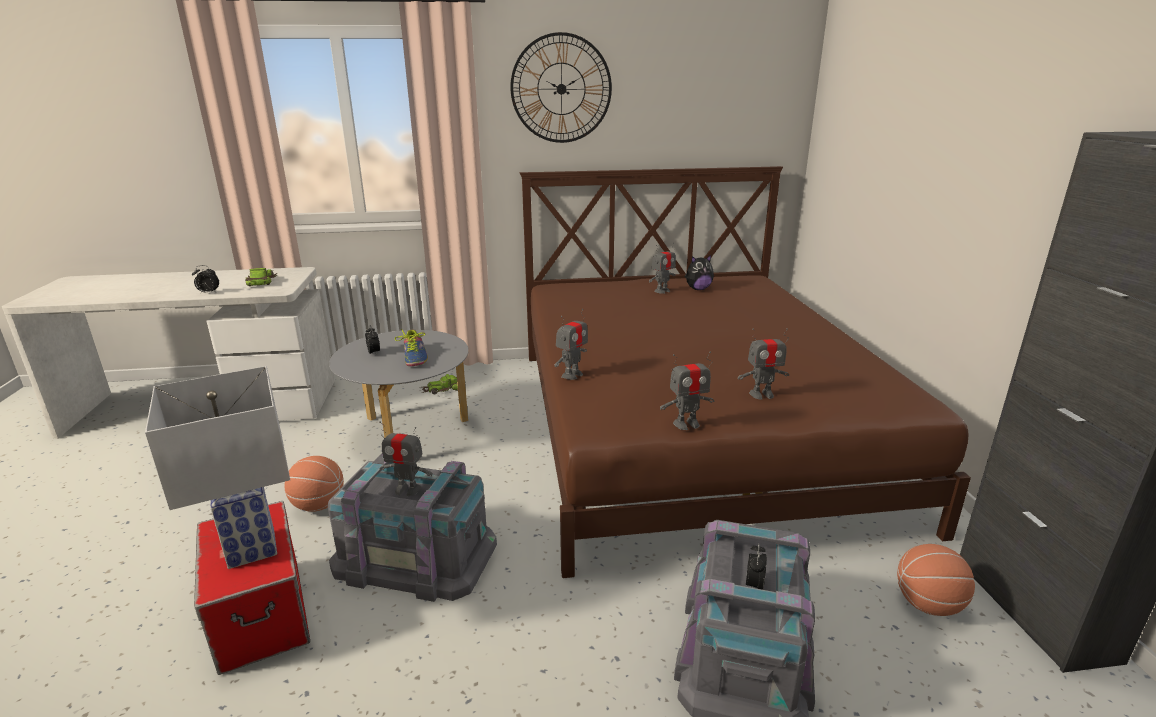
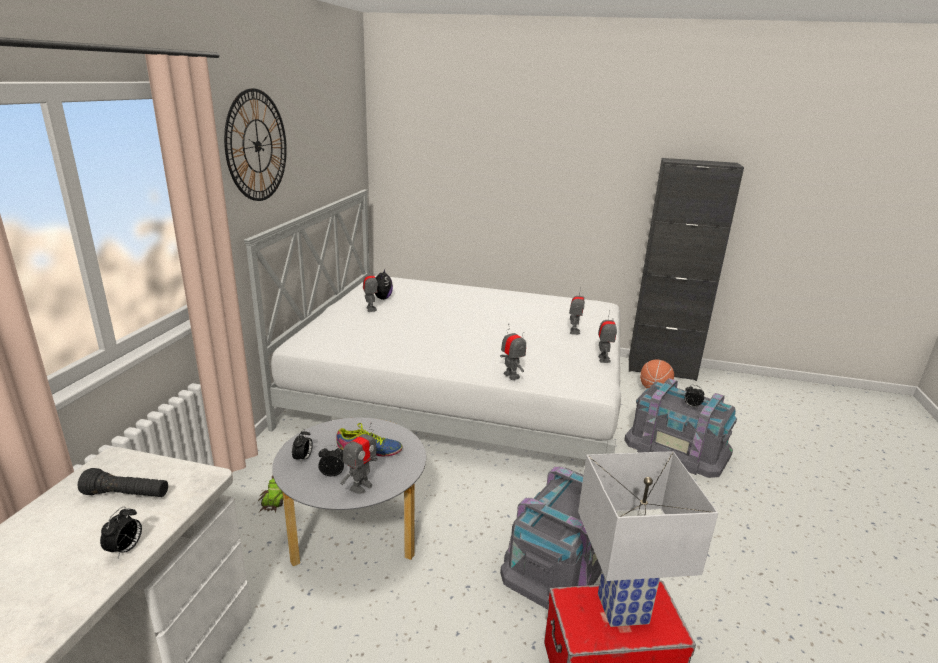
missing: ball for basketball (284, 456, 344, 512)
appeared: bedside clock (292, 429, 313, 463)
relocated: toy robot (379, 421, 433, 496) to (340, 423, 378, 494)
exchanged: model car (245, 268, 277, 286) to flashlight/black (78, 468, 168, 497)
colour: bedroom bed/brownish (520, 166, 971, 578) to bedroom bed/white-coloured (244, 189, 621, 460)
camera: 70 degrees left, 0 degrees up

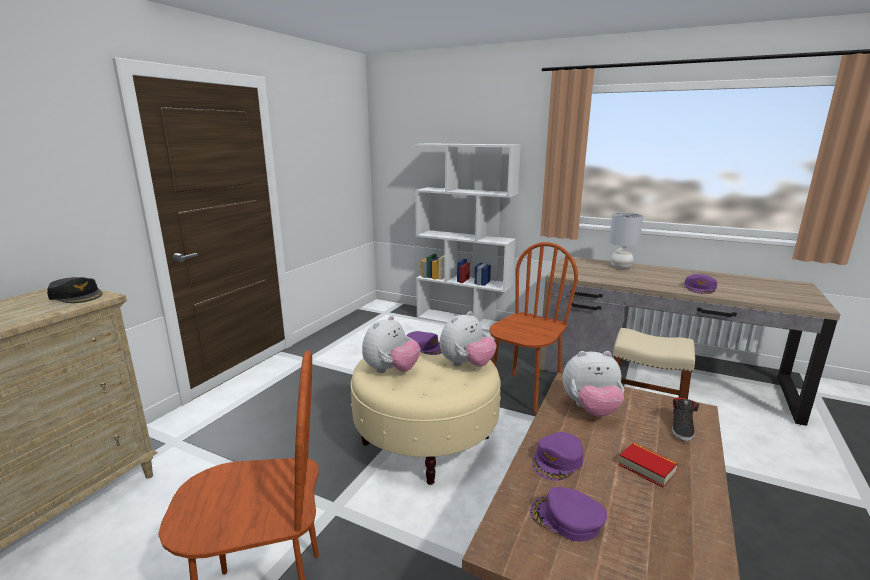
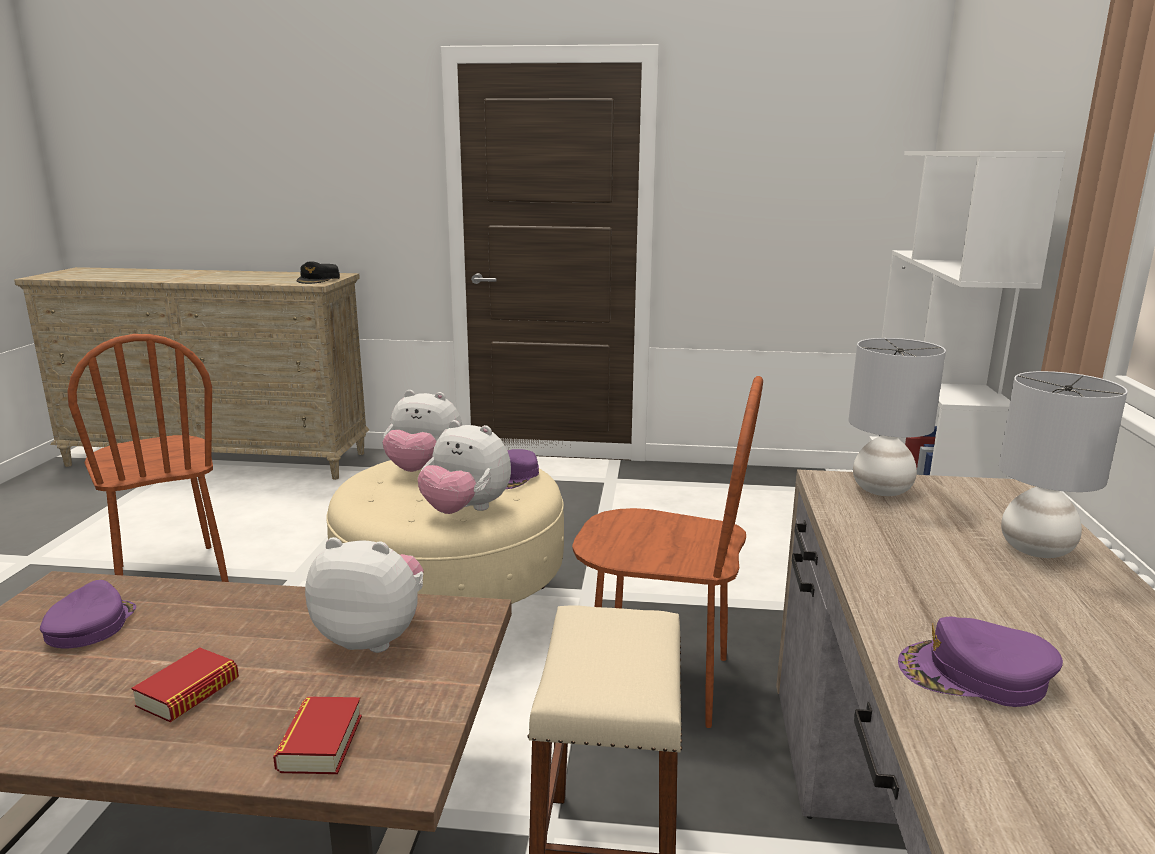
missing: cap/purple (532, 432, 584, 481)
appeared: table lamp/gray (848, 338, 946, 496)
exchanged: shoe/black (672, 397, 699, 441) to volume (273, 696, 362, 774)
spun: cuddly toy (563, 351, 624, 417) = (305, 537, 424, 653) 120 degrees clockwise
camera: 70 degrees right, 0 degrees up

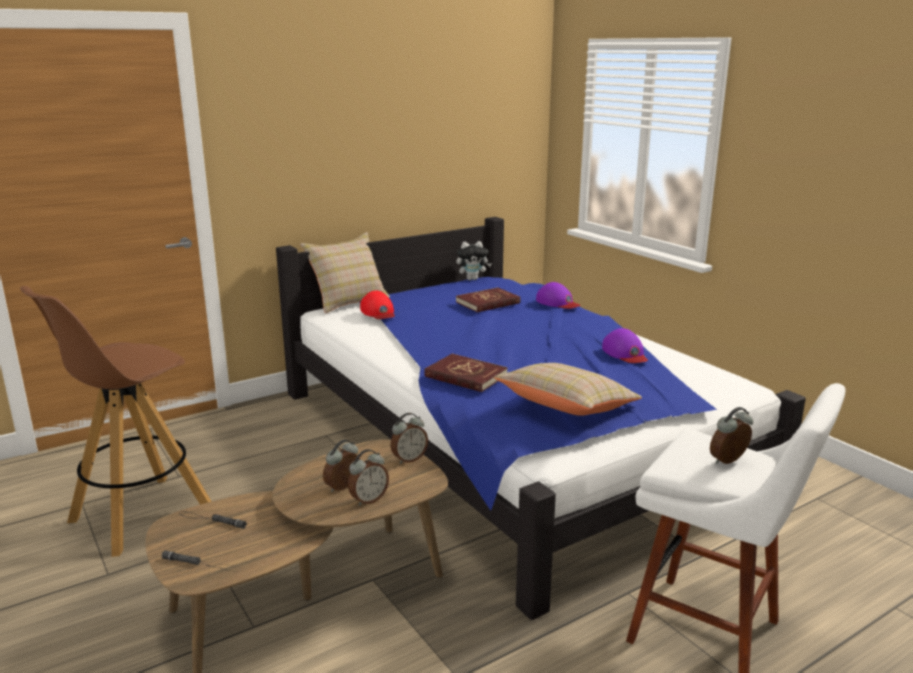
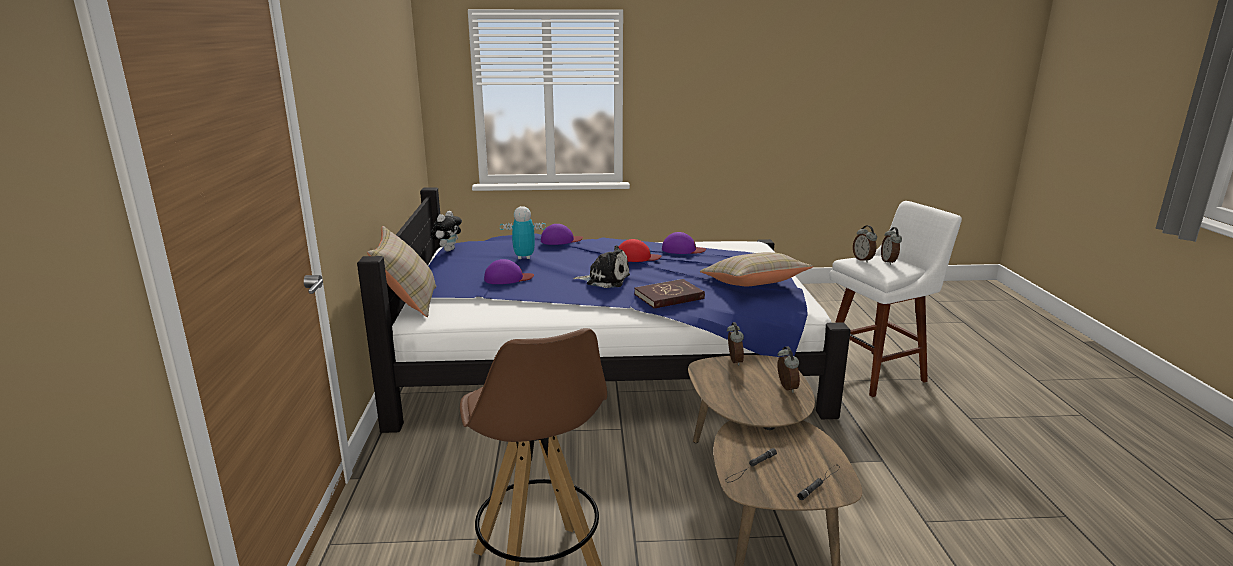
appeared: cap/purple (484, 259, 534, 284); cuddly toy (573, 245, 630, 288)
relocated: cap/red-coloured (360, 290, 395, 319) to (619, 239, 661, 262); bedside clock (323, 440, 360, 492) to (853, 225, 877, 263)
exchanged: volume/red-coloured (456, 288, 520, 312) to toy robot (500, 206, 546, 259)
camera: 60 degrees left, 0 degrees up

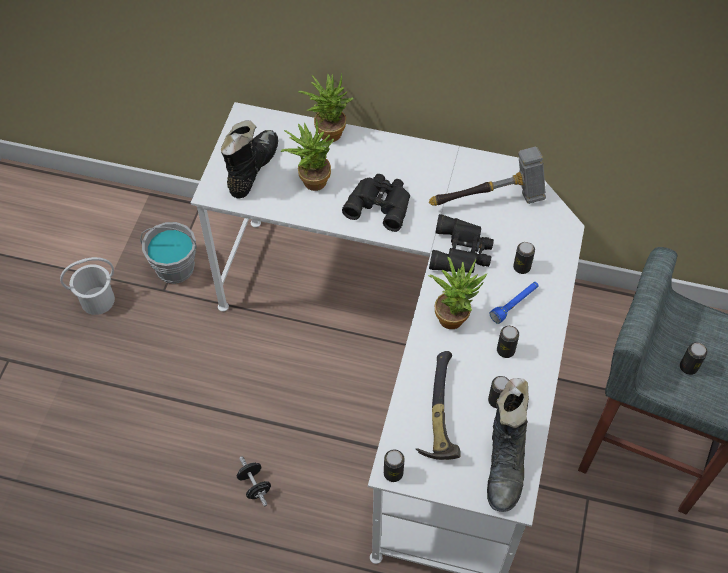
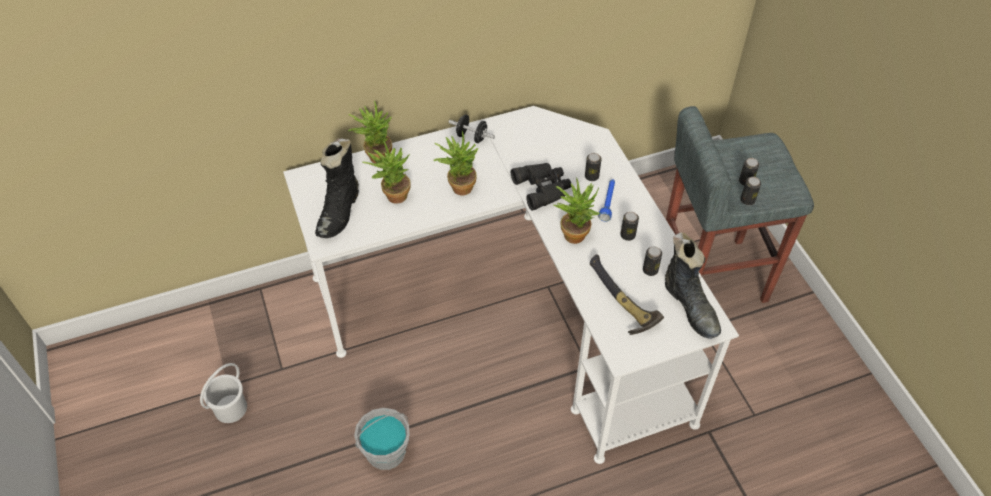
missing: tool hammer (429, 147, 546, 206)
relocated: pail/gray (140, 222, 197, 284) to (354, 408, 410, 470); free weight/black (237, 456, 271, 506) to (449, 115, 495, 143); sealed can (384, 450, 405, 482) to (740, 177, 761, 205)
exchanged: field glasses/black (342, 174, 410, 232) to plant in a pot (433, 130, 478, 196)
spun: high-top boot/black (221, 120, 278, 198) = (315, 138, 359, 238) 150 degrees counterclockwise
camera: 35 degrees left, 5 degrees down

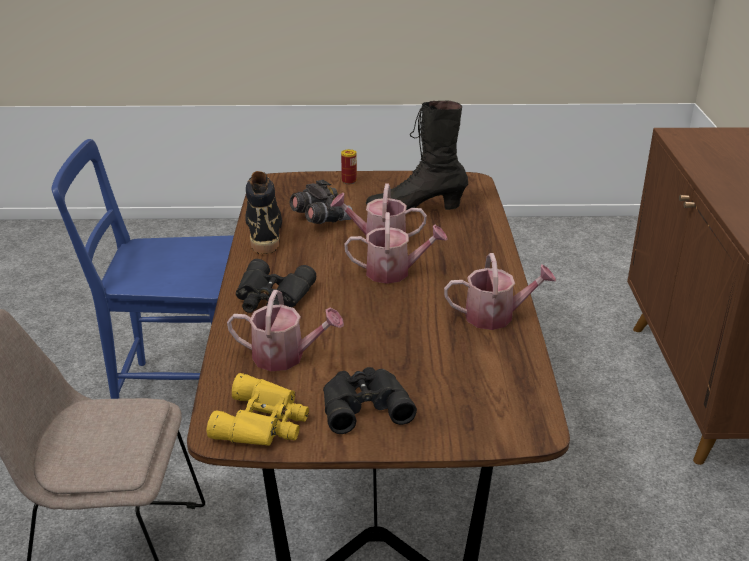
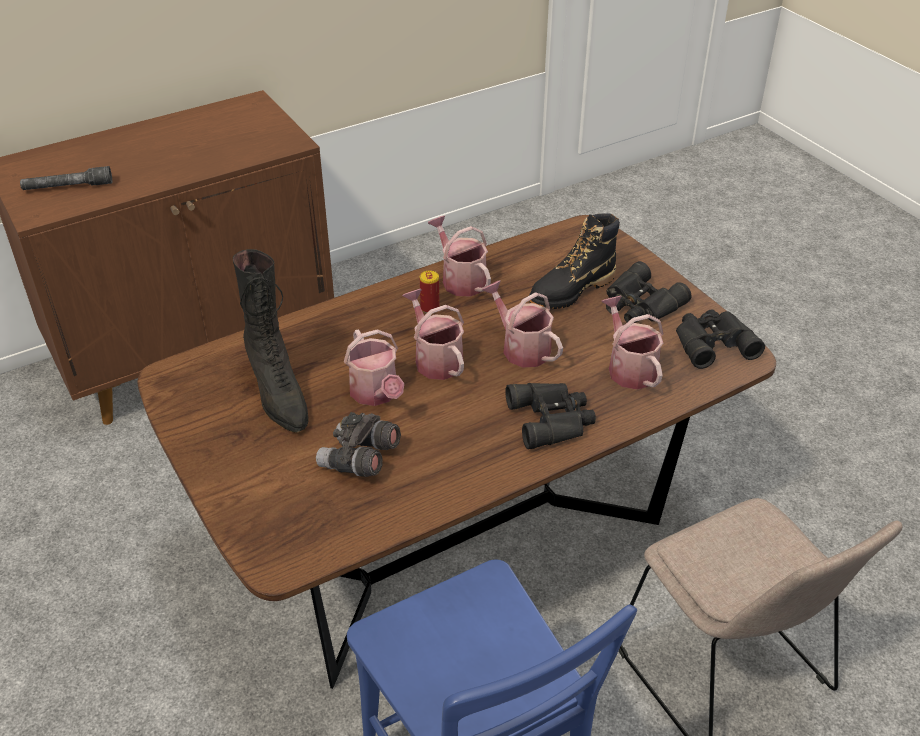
appeared: flashlight/gray (20, 166, 112, 190); sprinkling can (482, 281, 563, 367)
relocated: sealed can (341, 149, 357, 184) to (420, 270, 440, 313); high-top boot/black (245, 171, 282, 254) to (529, 214, 620, 309)
colour: field glasses/yellowish (207, 373, 309, 446) to field glasses/black (676, 309, 765, 369)
camera: 120 degrees left, 10 degrees up

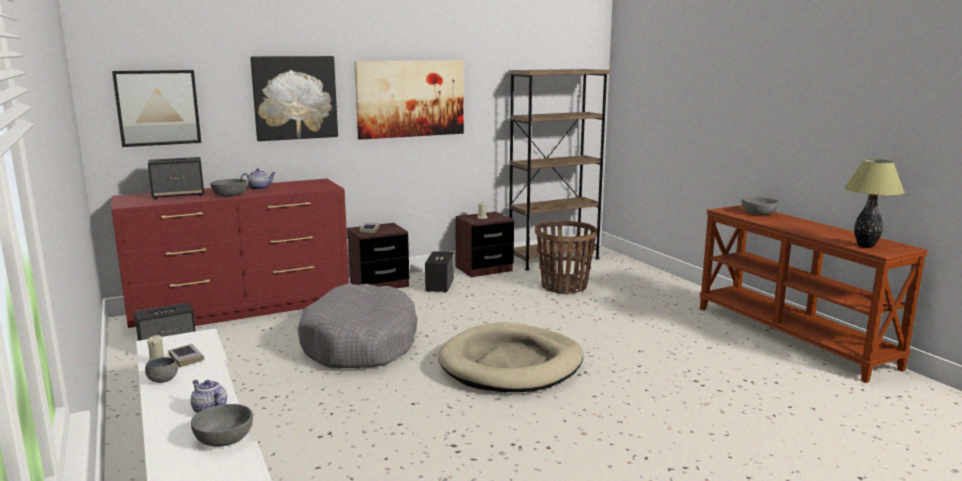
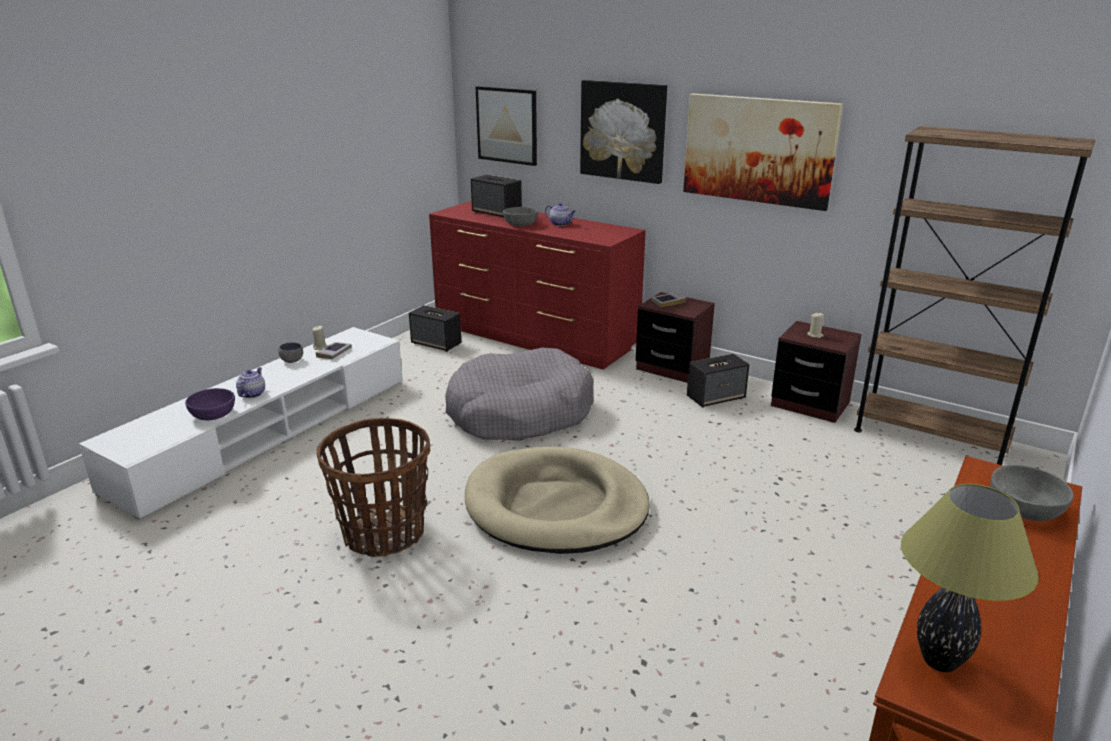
relocated: storage basket (534, 221, 597, 295) to (317, 418, 430, 557)
colour: deep dish/gray (191, 404, 253, 447) to deep dish/purple (185, 388, 235, 420)
camera: 60 degrees right, 10 degrees up

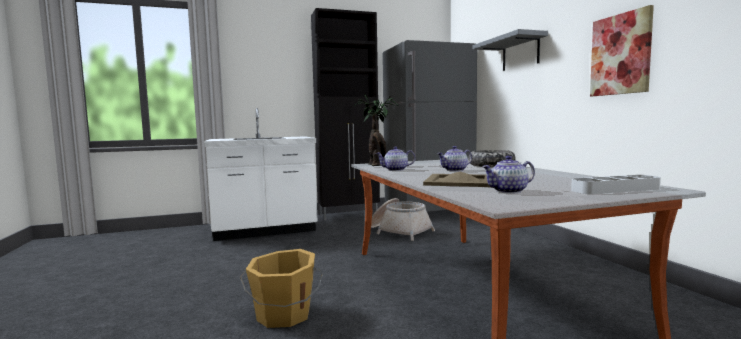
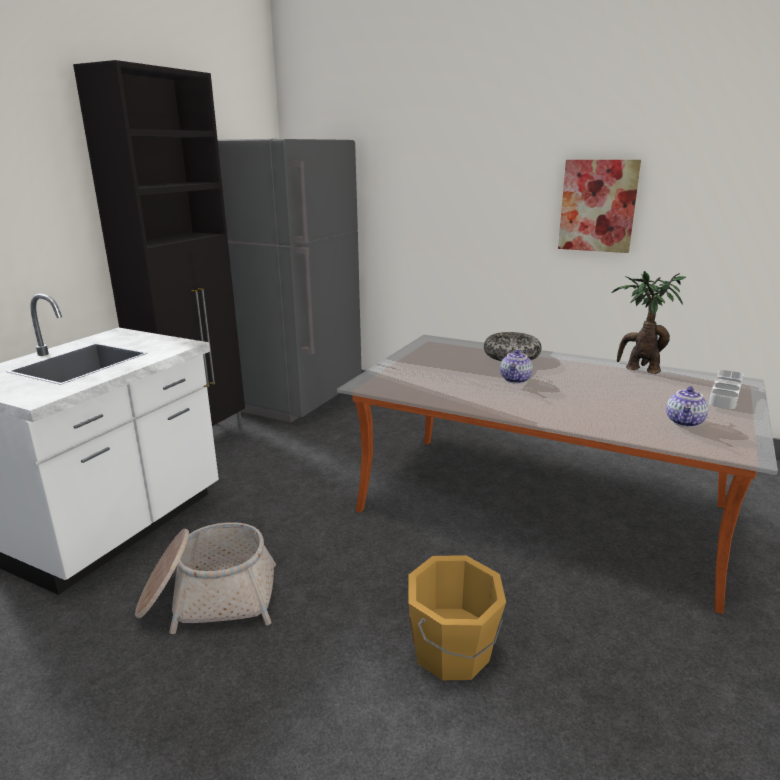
missing: teapot (376, 146, 415, 171); tray/beige (423, 172, 491, 187); shelf/gray (473, 29, 548, 71)
relocated: storage basket (371, 198, 435, 241) to (135, 522, 276, 634); plant in a pot (354, 94, 398, 166) to (612, 271, 686, 374)
camera: 45 degrees left, 15 degrees up

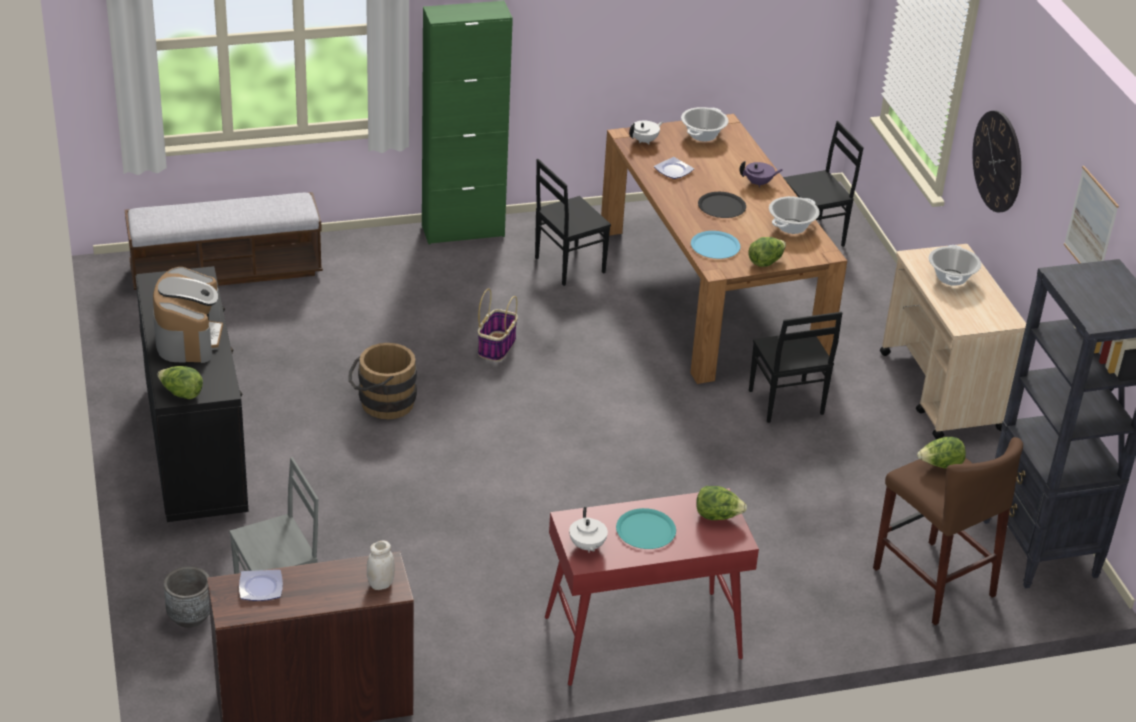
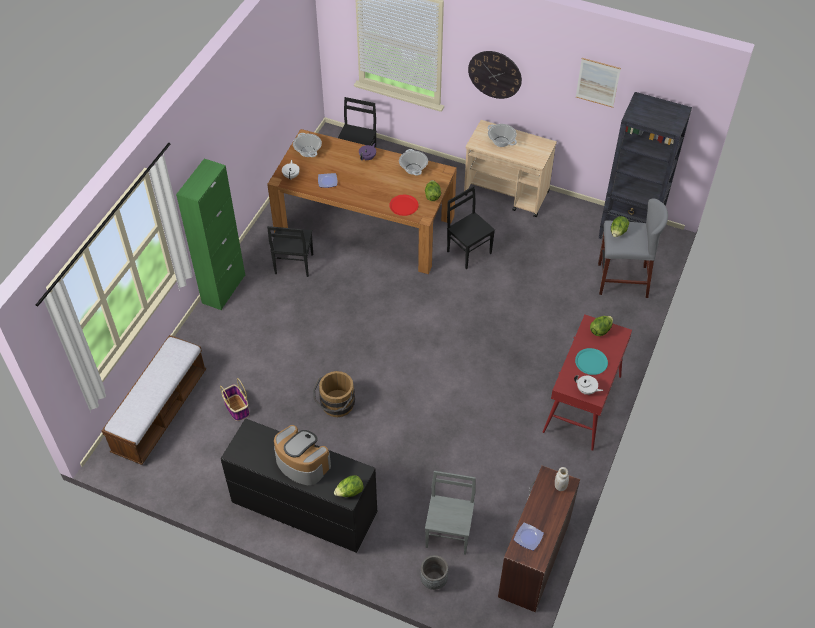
missing: flat dish/black (698, 192, 746, 218)
relocated: storage basket (478, 289, 518, 361) to (220, 378, 250, 421)
colour: flat dish/blue (691, 231, 740, 259) to flat dish/red-coloured (389, 195, 419, 216); stool seat/brownish (873, 437, 1023, 625) to stool seat/gray (598, 198, 668, 298)
spun: upright chair/black (749, 312, 842, 423) = (447, 186, 495, 269) 150 degrees counterclockwise
camera: 50 degrees left, 15 degrees up

